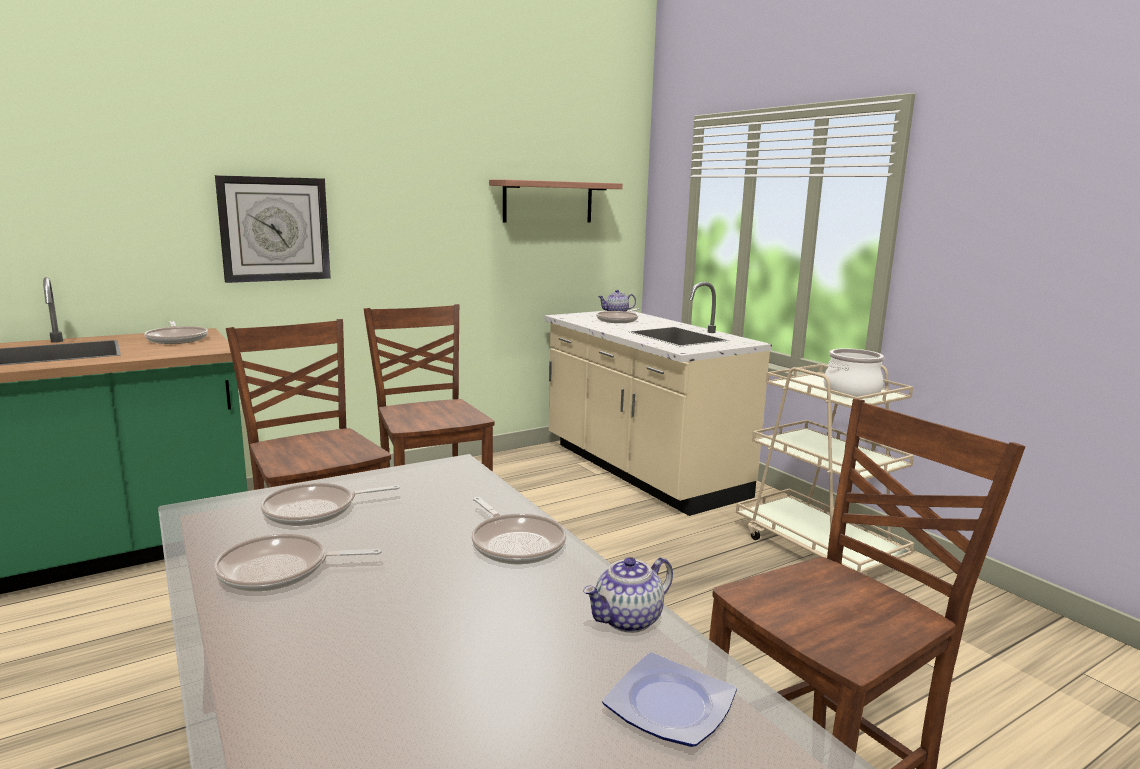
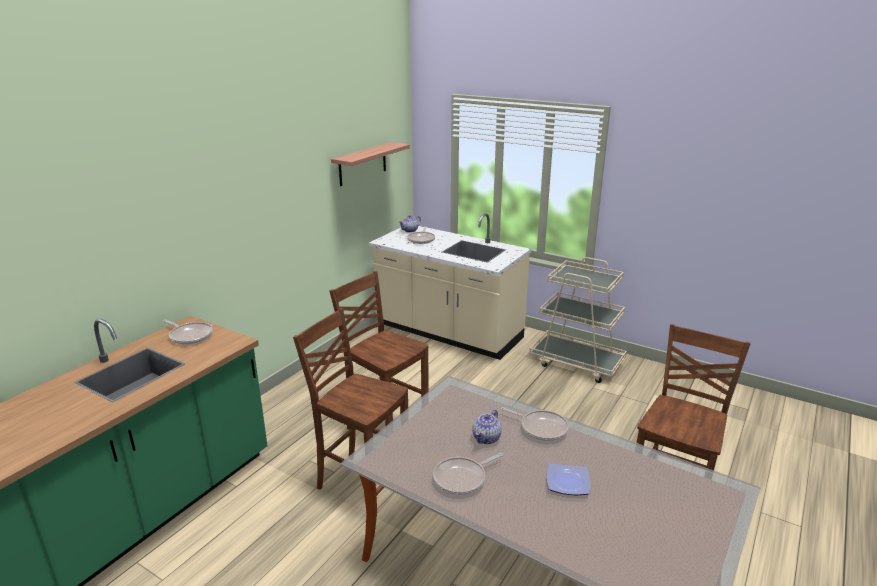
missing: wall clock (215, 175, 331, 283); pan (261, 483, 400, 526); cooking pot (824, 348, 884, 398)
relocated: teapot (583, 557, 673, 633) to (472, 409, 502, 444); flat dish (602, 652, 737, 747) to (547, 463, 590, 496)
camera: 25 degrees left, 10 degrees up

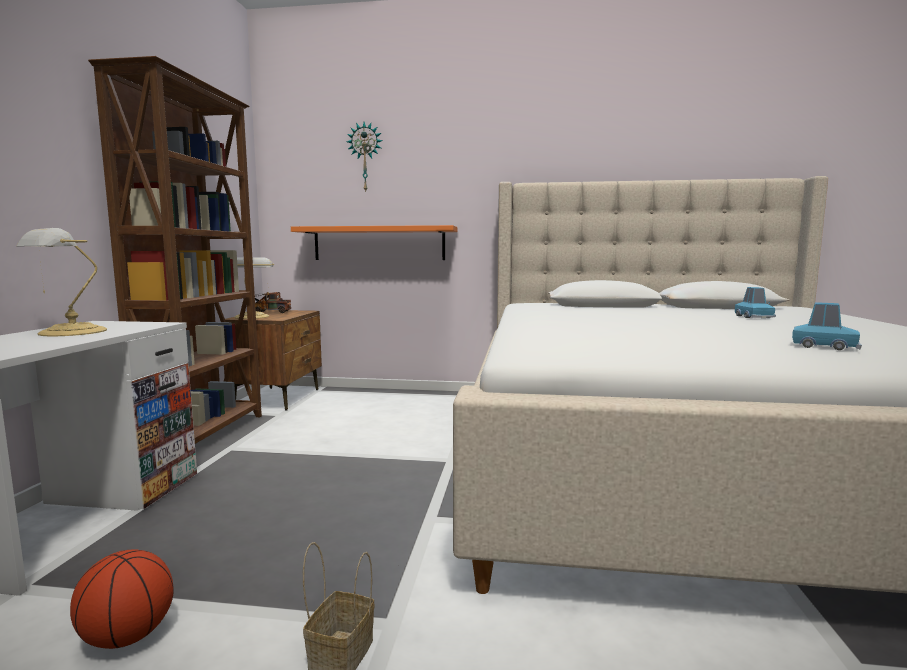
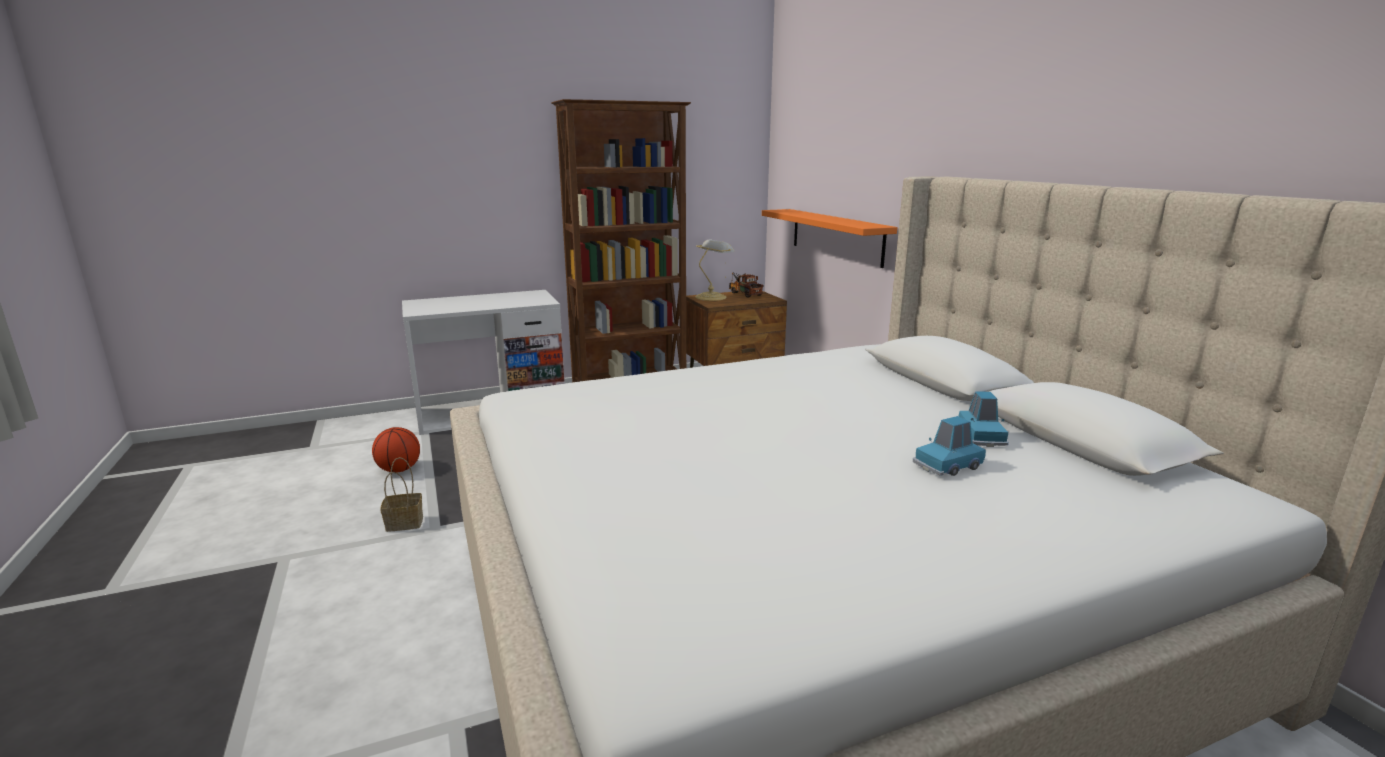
missing: table lamp (17, 228, 107, 336); wall clock (346, 122, 383, 193)
relocated: model car/blue (792, 302, 862, 350) to (958, 391, 1009, 447)
camera: 60 degrees right, 10 degrees up

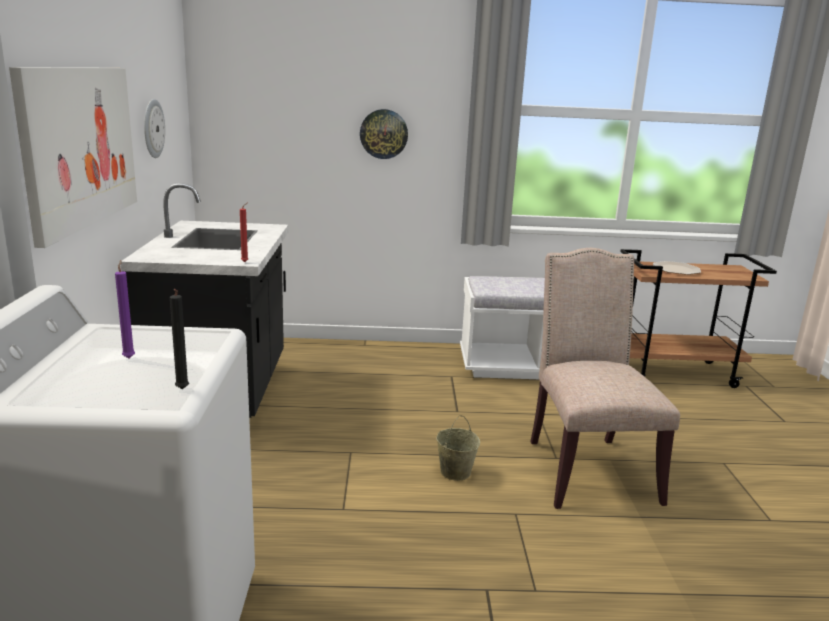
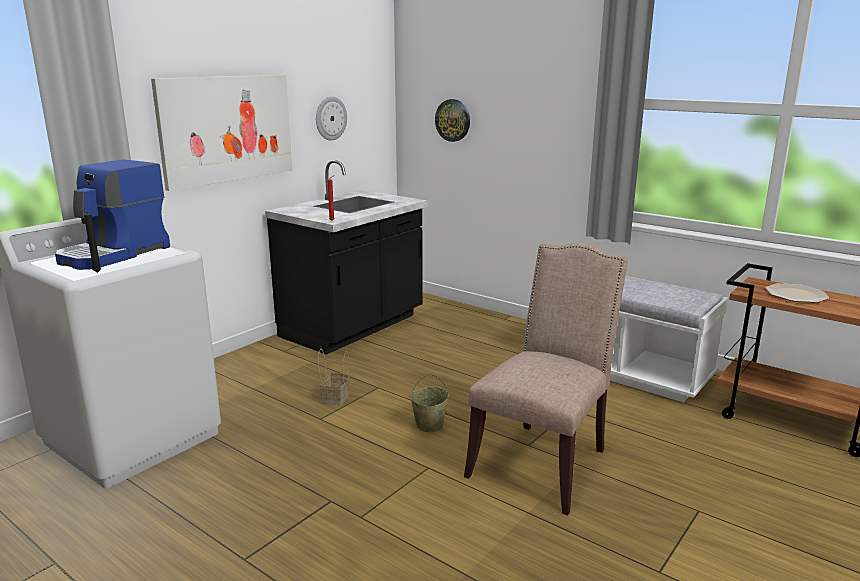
appeared: storage basket (318, 349, 350, 405)
relocated: wall clock (360, 109, 408, 159) to (435, 99, 470, 142)
exchanged: wax candle/purple (115, 260, 135, 358) to coffee maker (55, 159, 170, 270)
camera: 40 degrees right, 0 degrees up

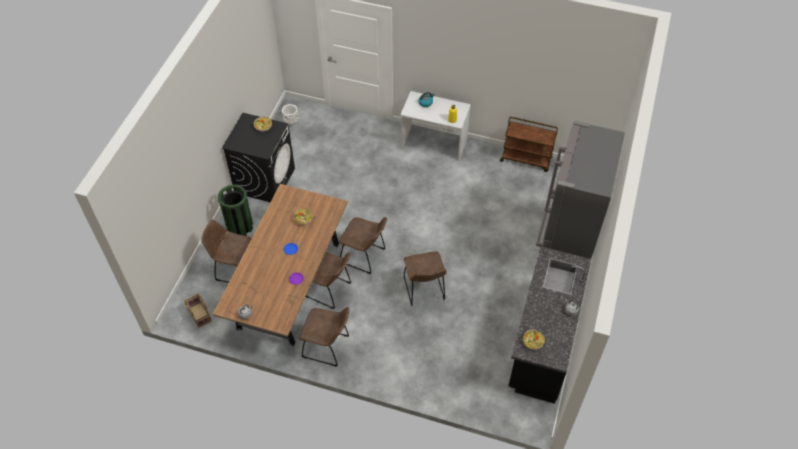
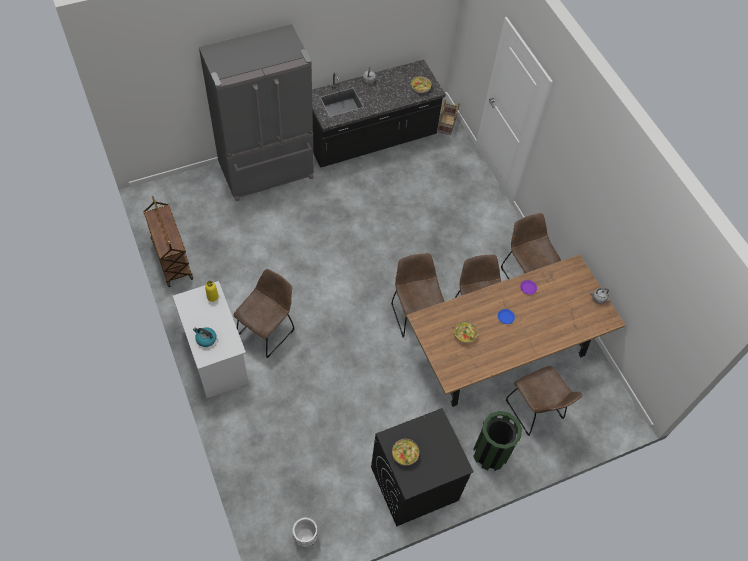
relocated: upright chair/brownish (404, 251, 447, 306) to (234, 269, 295, 358); storage basket (184, 293, 212, 328) to (437, 100, 459, 135)
camera: 135 degrees left, 5 degrees up

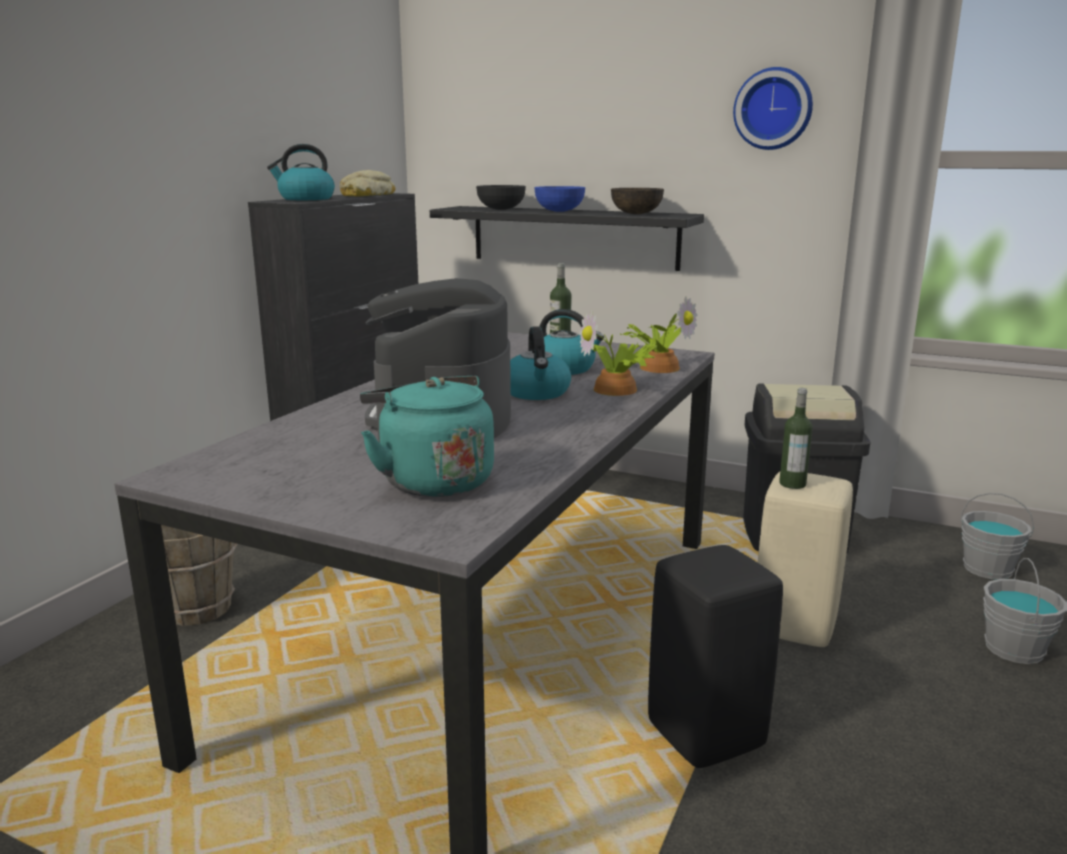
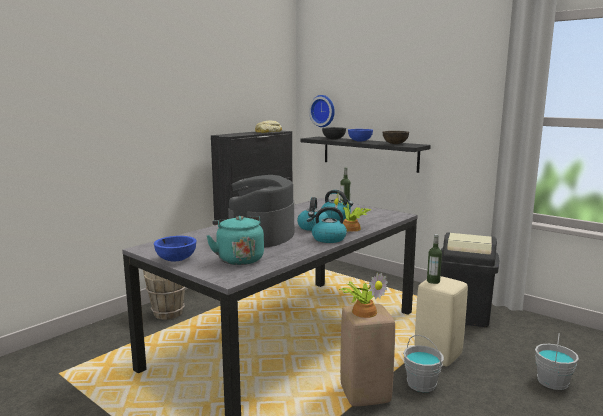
appeared: deep dish/blue (154, 236, 196, 261)
relocated: tea kettle (267, 144, 335, 200) to (307, 206, 347, 243); wall clock (733, 67, 813, 150) to (309, 95, 335, 127); plant in a pot (620, 296, 697, 373) to (339, 272, 388, 318); pail/gray (961, 493, 1034, 579) to (403, 335, 444, 392)
colour: stool seat/black (648, 545, 783, 768) to stool seat/beige (340, 304, 395, 406)
camera: 15 degrees right, 5 degrees down

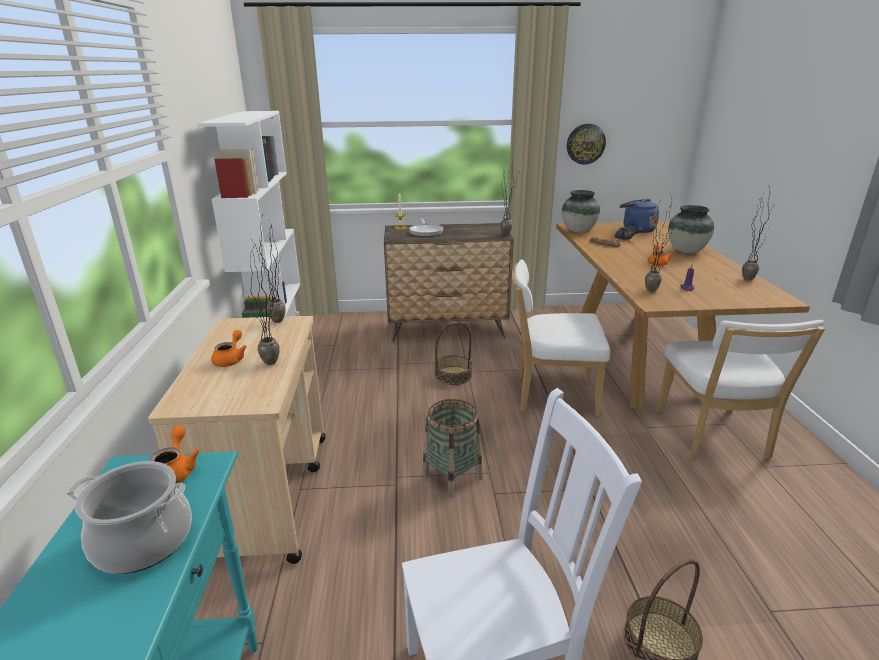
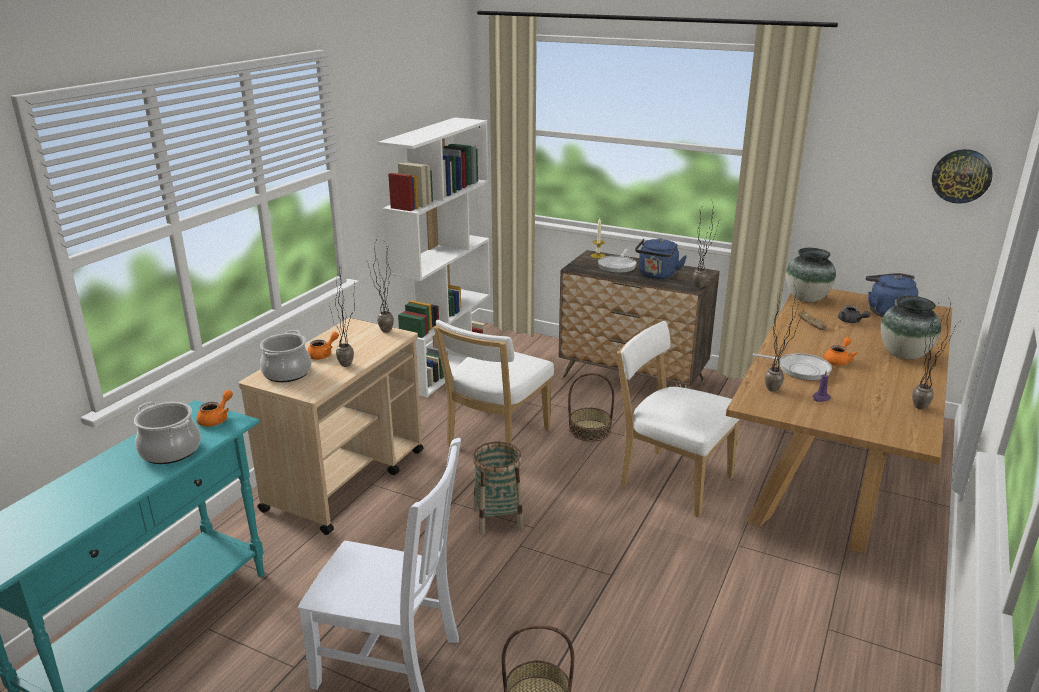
appeared: cooking pot (260, 330, 311, 382); tea kettle/blue (635, 238, 687, 279); pan (752, 353, 832, 380)
relocated: upright chair/white-coloured (657, 320, 825, 460) to (434, 320, 554, 447); wall clock (567, 124, 606, 165) to (932, 149, 993, 204)
camera: 30 degrees right, 0 degrees up

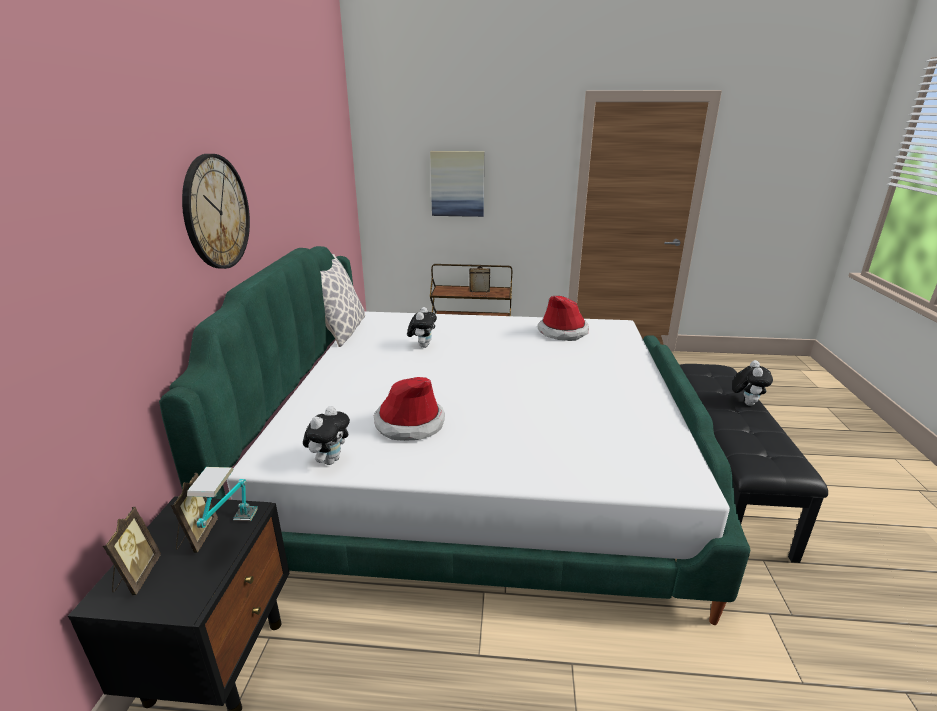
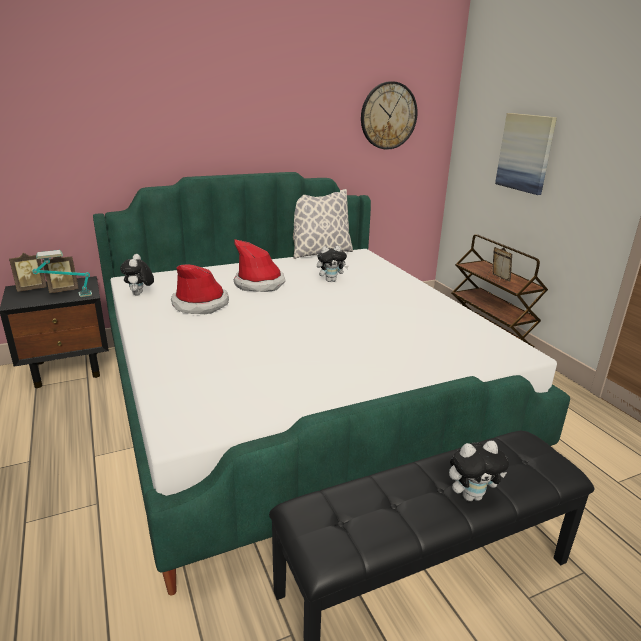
relocated: wearable hat (537, 296, 589, 341) to (234, 239, 286, 292); wall clock (182, 154, 250, 269) to (361, 81, 417, 150)
spun: cuddly toy (303, 406, 350, 465) = (120, 254, 154, 296) 90 degrees clockwise
camera: 60 degrees right, 0 degrees up

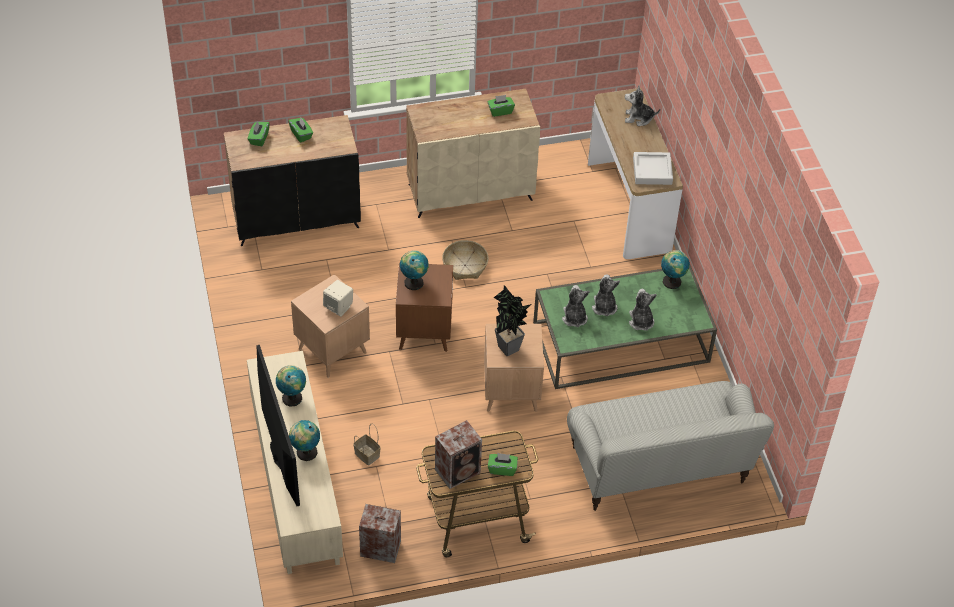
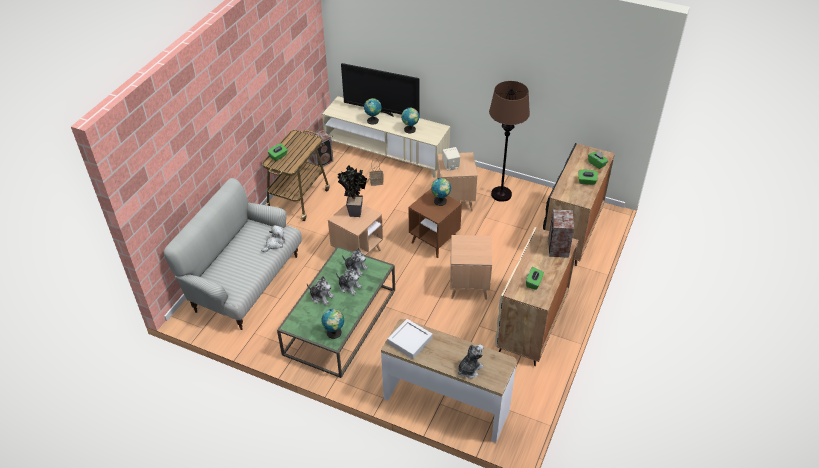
appeared: cuddly toy (261, 225, 285, 252); floor lamp/brownish (489, 81, 530, 202)
relocated: speaker (435, 420, 482, 489) to (548, 210, 574, 258)
exchanged: storage basket (442, 240, 488, 280) to side table/brownish (450, 235, 492, 300)
camera: 130 degrees right, 5 degrees down

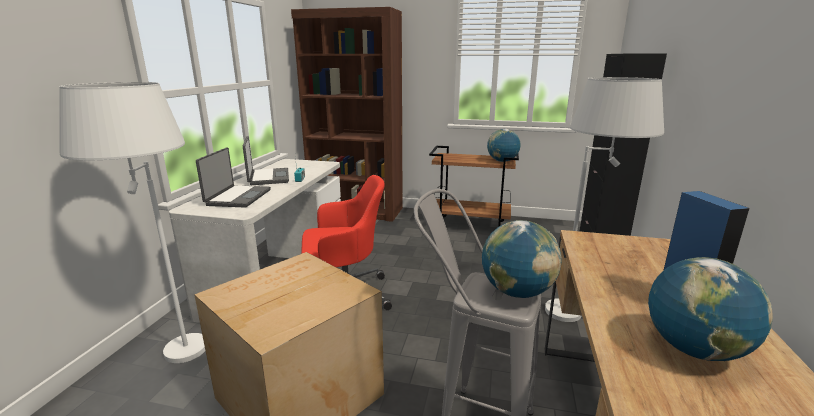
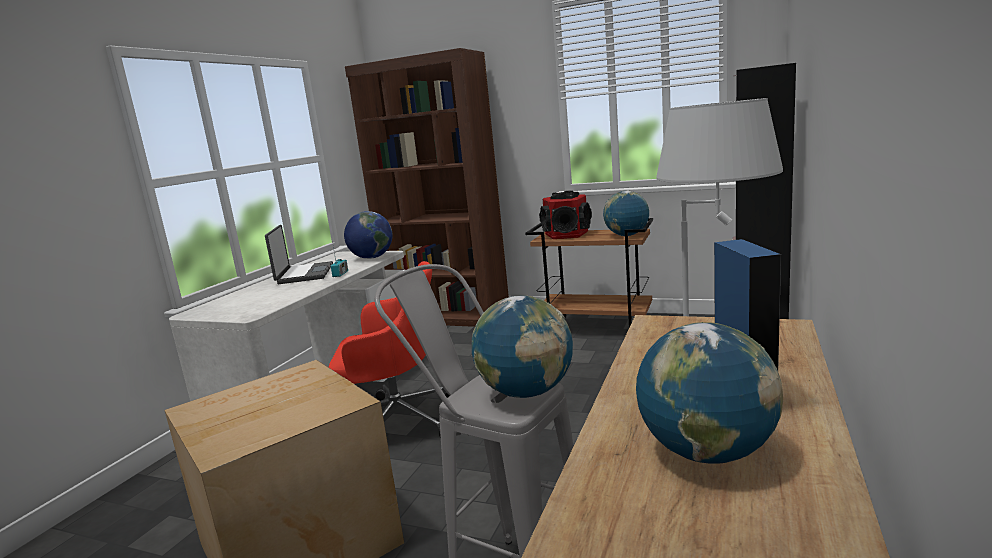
missing: floor lamp/white-coloured (59, 82, 205, 363); notebook computer (196, 147, 271, 207)
appeared: desk globe (344, 211, 392, 259); speaker (539, 191, 592, 239)
camera: 10 degrees right, 5 degrees down

